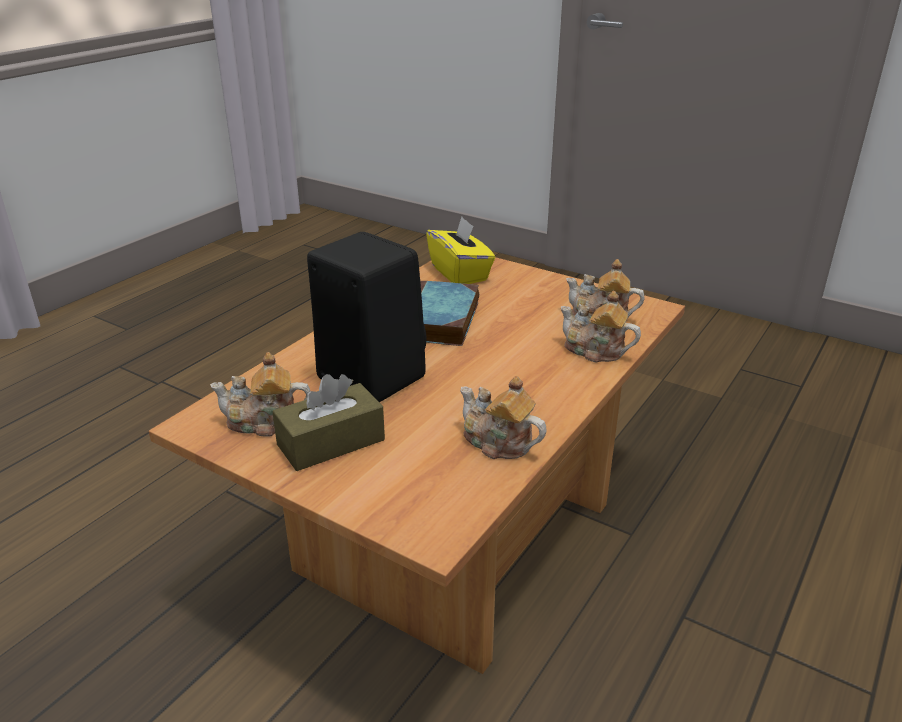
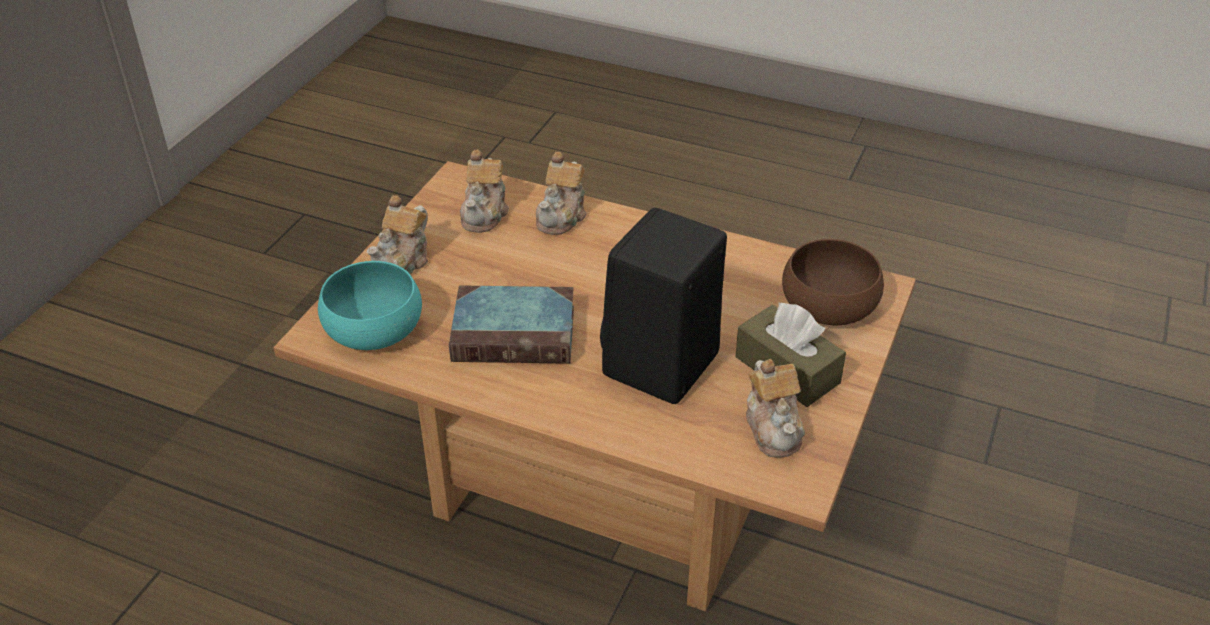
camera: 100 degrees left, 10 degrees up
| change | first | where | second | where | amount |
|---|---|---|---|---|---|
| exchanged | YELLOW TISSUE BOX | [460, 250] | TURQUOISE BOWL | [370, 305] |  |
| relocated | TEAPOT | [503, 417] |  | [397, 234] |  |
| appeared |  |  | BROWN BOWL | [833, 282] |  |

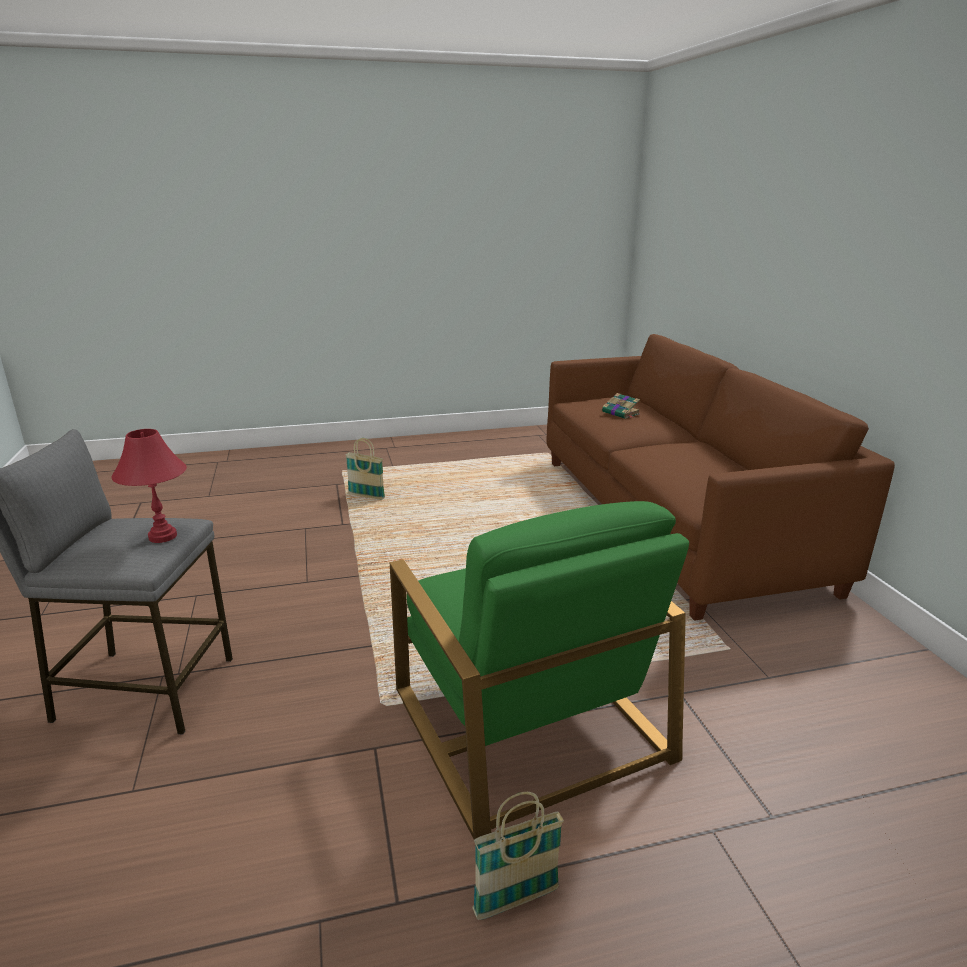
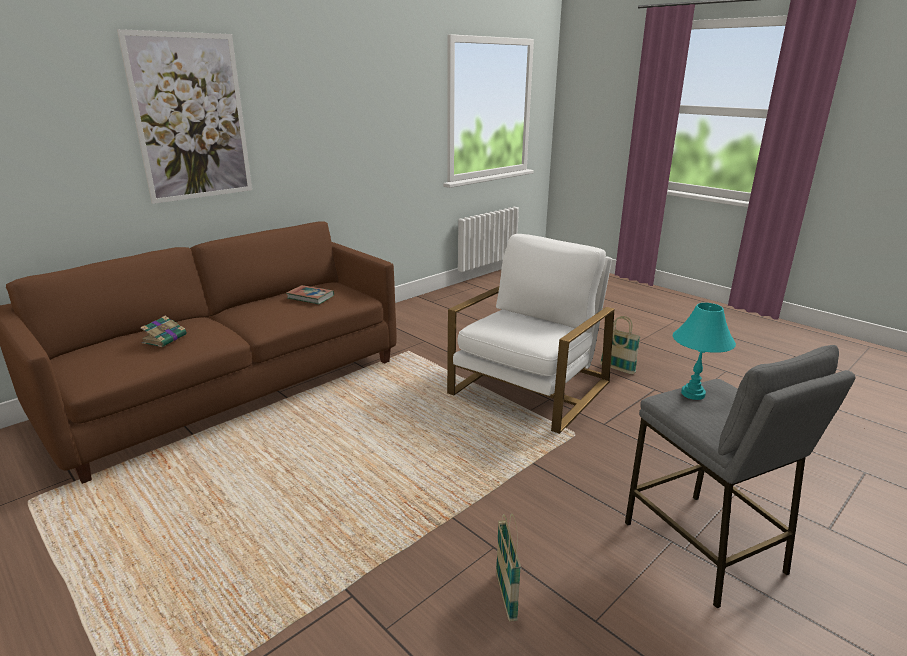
camera: 120 degrees left, 0 degrees up
| change | first | where | second | where | amount |
|---|---|---|---|---|---|
| colour | RED TABLE LAMP | [149, 486] | TURQUOISE TABLE LAMP | [704, 351] |  |
| relocated | BASKET | [365, 469] |  | [508, 567] |  |
| colour | GREEN ARMCHAIR | [539, 670] | WHITE ARMCHAIR | [530, 334] |  |
| appeared |  |  | PICTURE | [184, 116] |  |
| appeared |  |  | BOOK | [310, 294] |  |

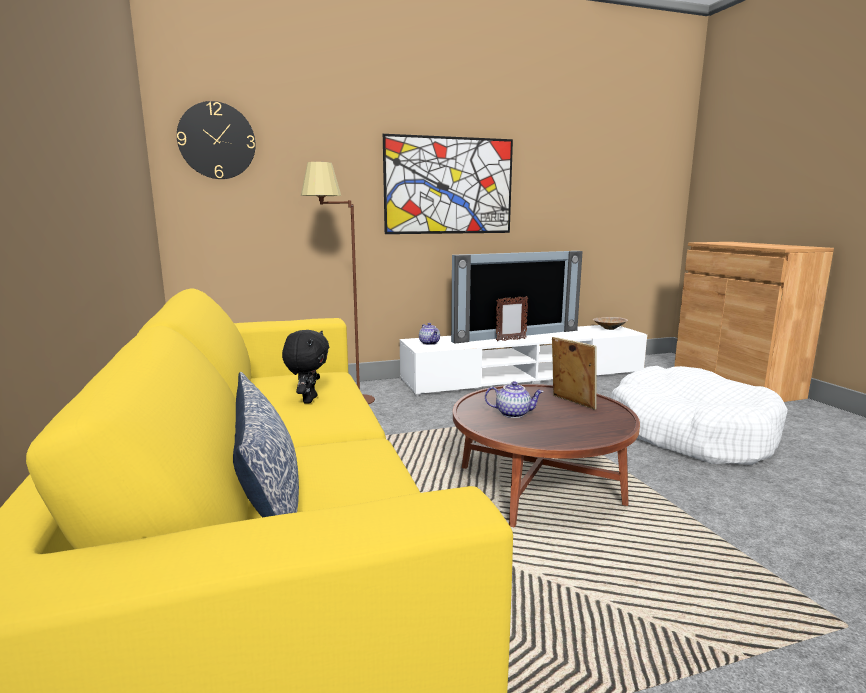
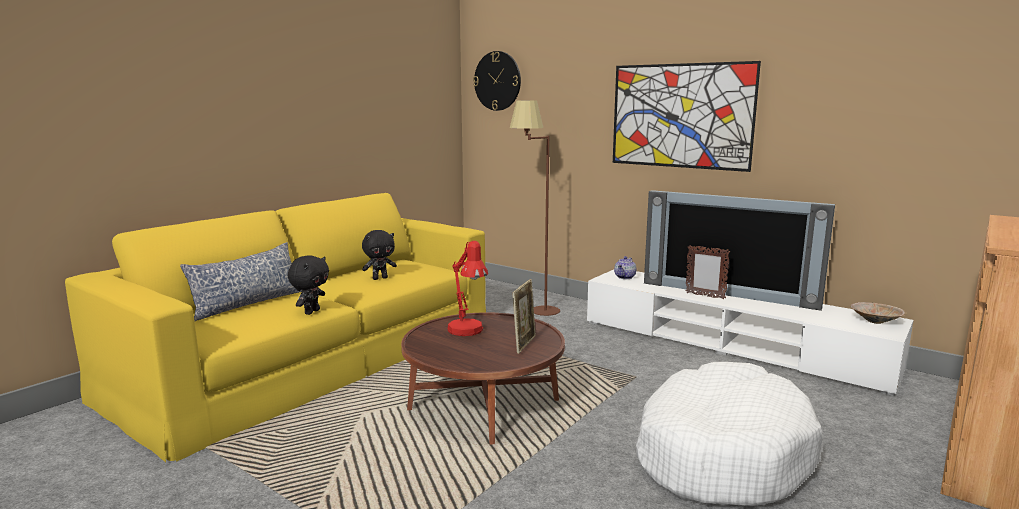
camera: 55 degrees right, 0 degrees up
| change | first | where | second | where | amount |
|---|---|---|---|---|---|
| exchanged | TEAPOT | [514, 399] | RED TABLE LAMP | [467, 288] |  |
| appeared |  |  | BLACK PLUSH TOY | [308, 285] |  |

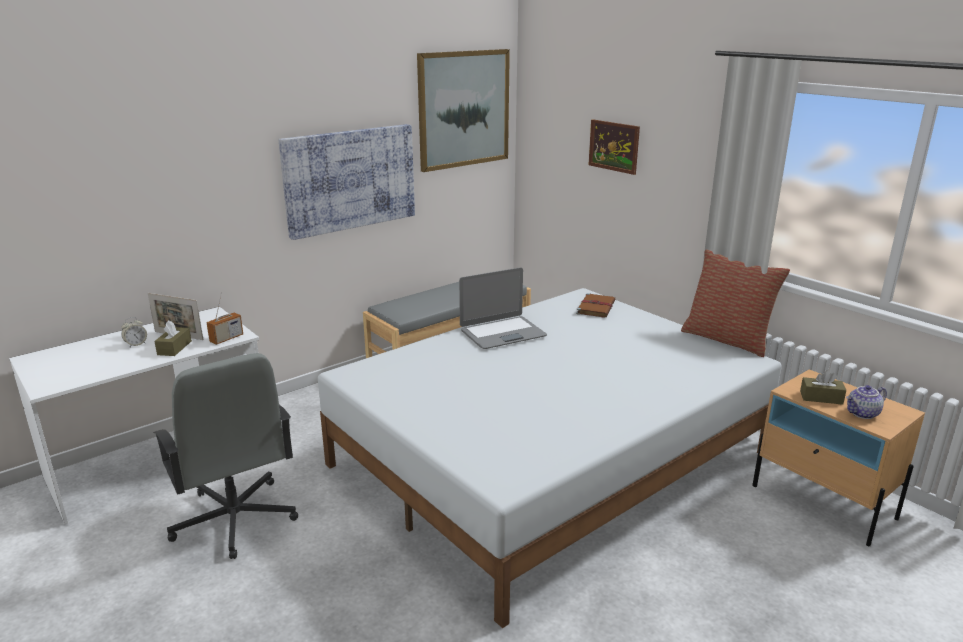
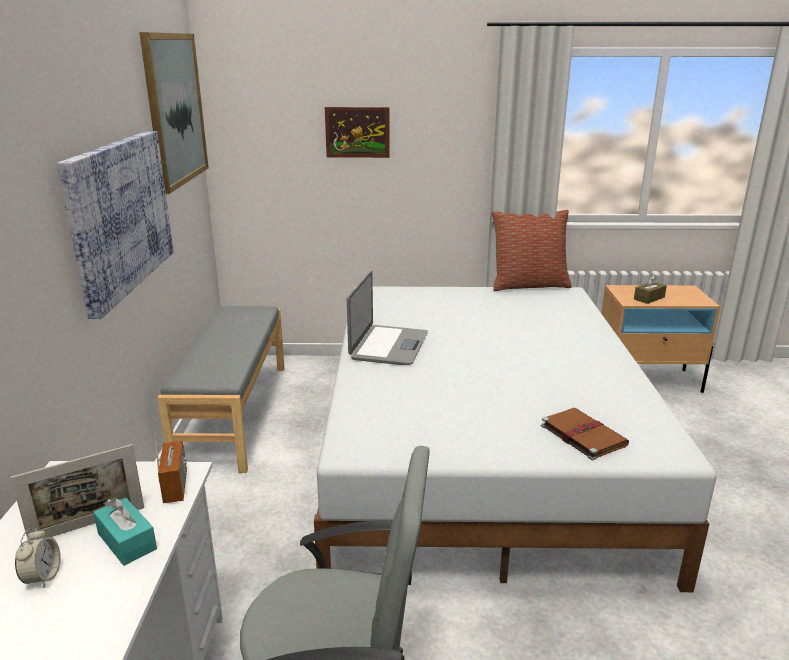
camera: 50 degrees left, 0 degrees up
| change | first | where | second | where | amount |
|---|---|---|---|---|---|
| colour | BROWN TISSUE BOX | [173, 338] | TURQUOISE TISSUE BOX | [125, 531] |  |
| relocated | BROWN BOOK | [596, 305] |  | [585, 434] |  |
| missing | TEAPOT | [866, 402] |  |  |  |

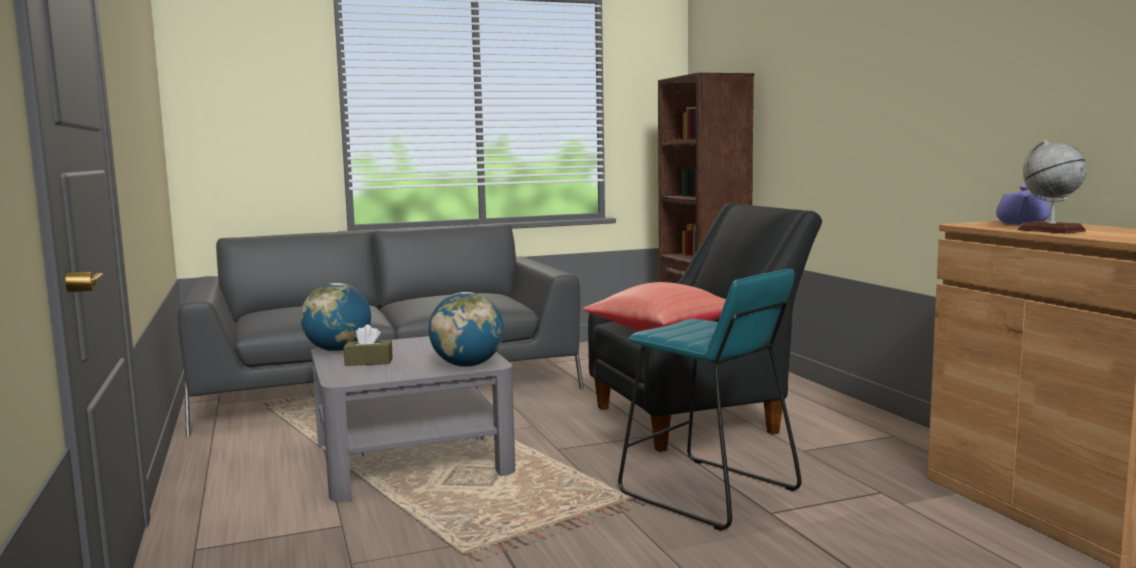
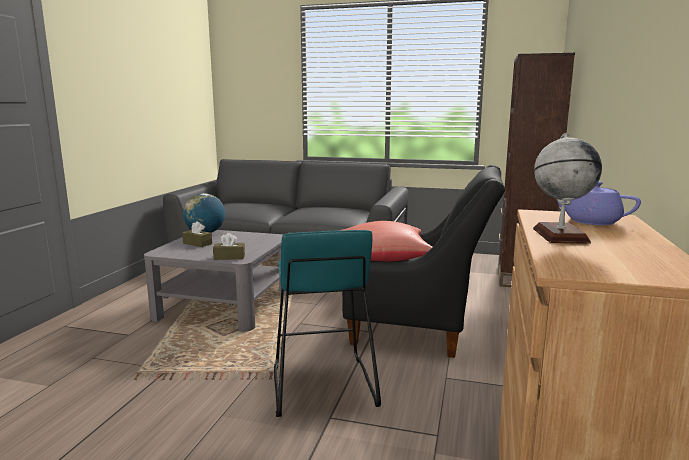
camera: 35 degrees right, 5 degrees up
| change | first | where | second | where | amount |
|---|---|---|---|---|---|
| exchanged | GLOBE | [466, 329] | BROWN TISSUE BOX | [229, 246] |  |
| spun | PURPLE TEAPOT | [1023, 205] |  | [599, 203] | 60 degrees clockwise |

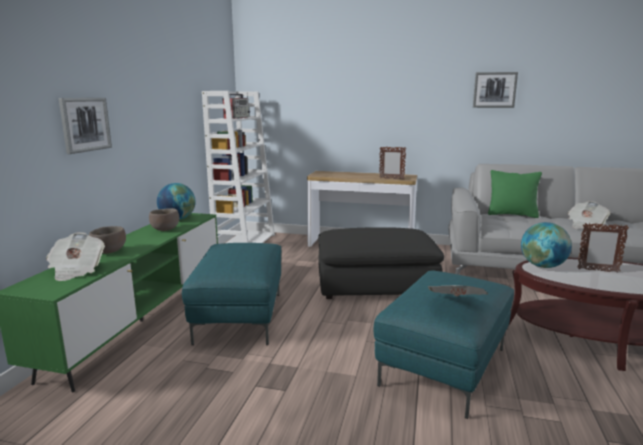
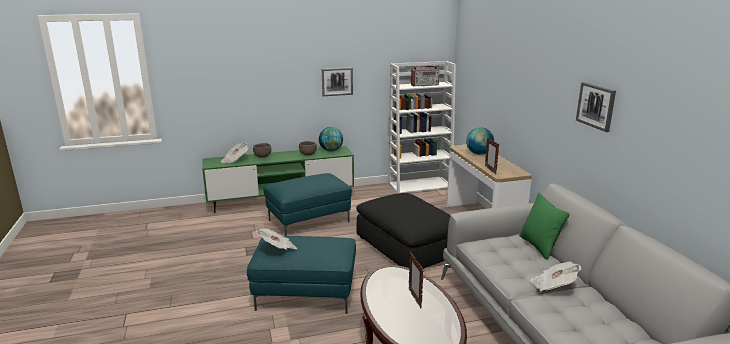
camera: 60 degrees right, 5 degrees up
| change | first | where | second | where | amount |
|---|---|---|---|---|---|
| relocated | PICTURE | [85, 126] |  | [337, 81] |  |
| relocated | GLOBE | [546, 245] |  | [480, 141] |  |

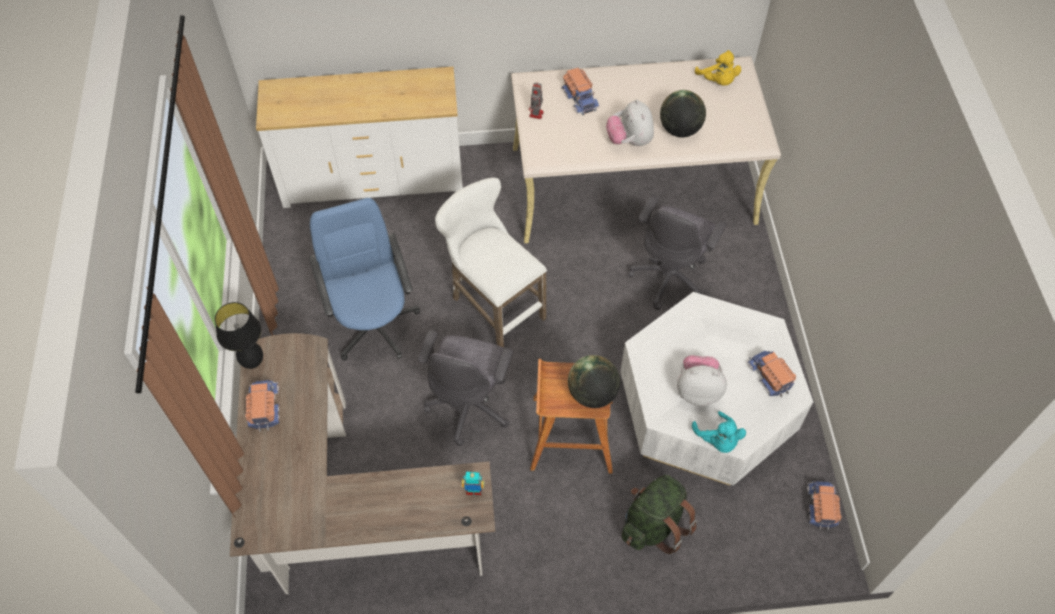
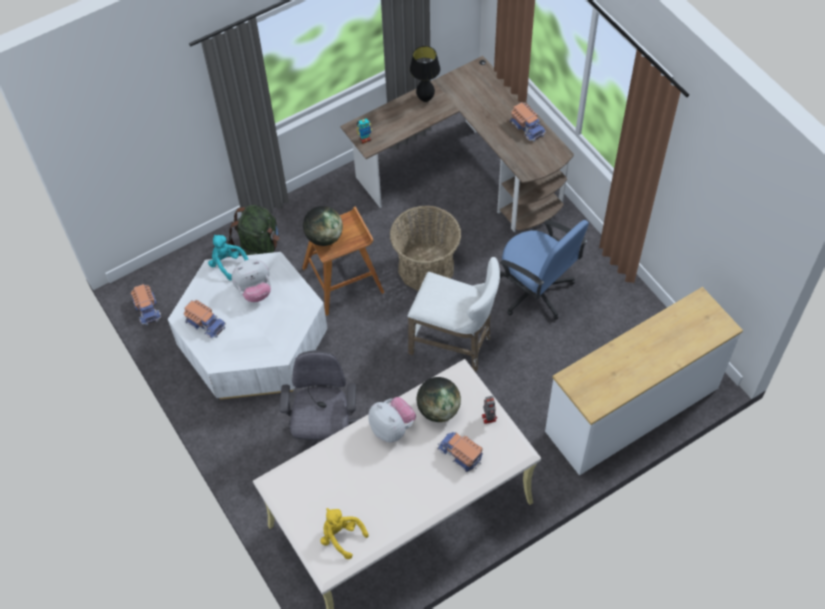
camera: 155 degrees right, 0 degrees up
| change | first | where | second | where | amount |
|---|---|---|---|---|---|
| relocated | BLACK TABLE LAMP | [239, 335] |  | [425, 74] |  |
| exchanged | GREY OFFICE CHAIR | [465, 388] | BASKET | [425, 248] |  |
| relocated | GLOBE | [683, 113] |  | [439, 399] |  |

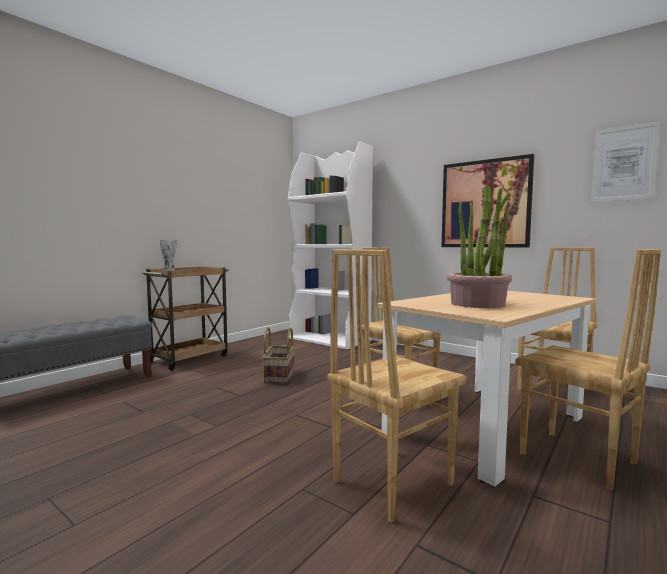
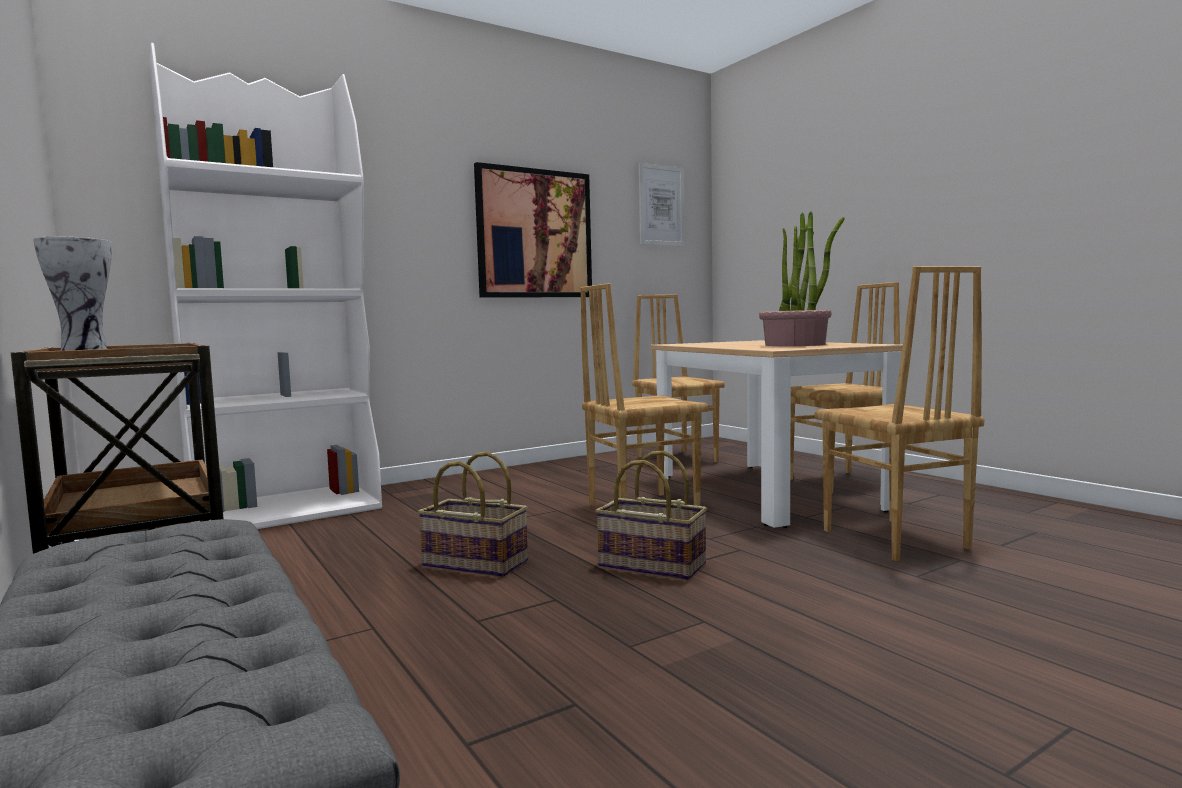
camera: 70 degrees left, 0 degrees up
| change | first | where | second | where | amount |
|---|---|---|---|---|---|
| appeared |  |  | BASKET | [651, 515] |  |

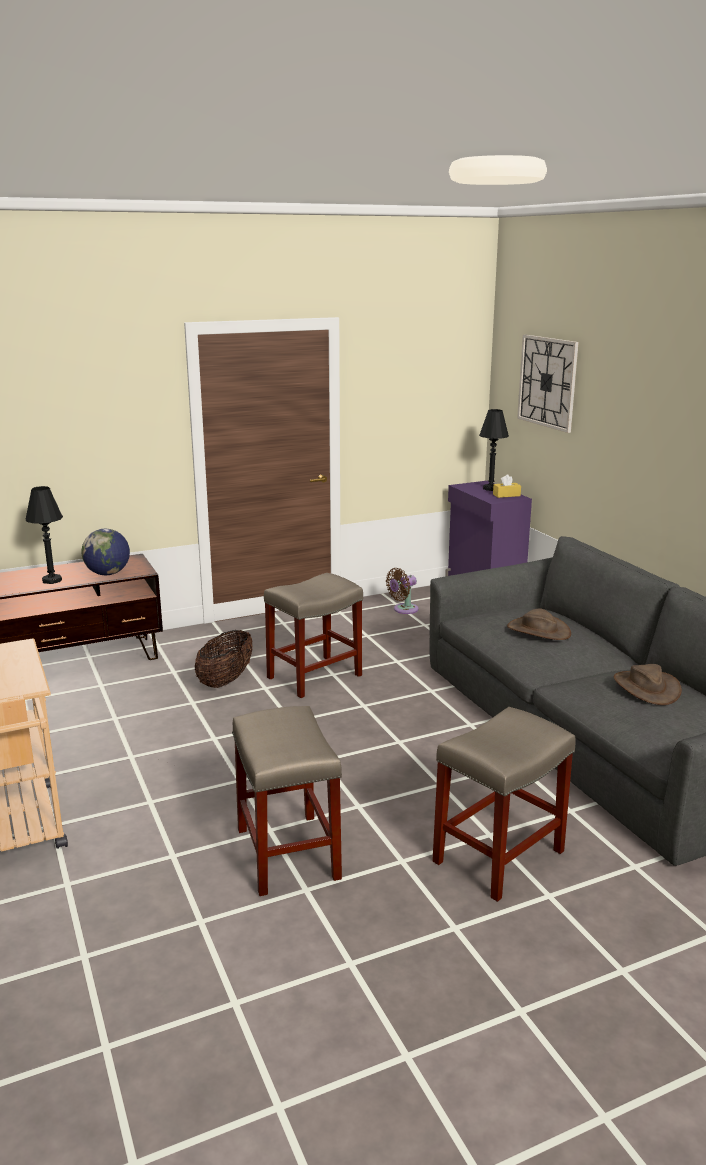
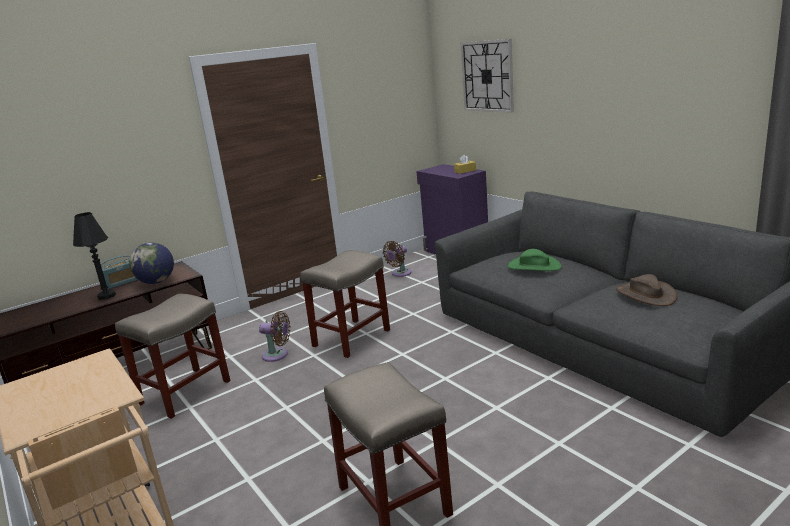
camera: 10 degrees left, 0 degrees up
| change | first | where | second | where | amount |
|---|---|---|---|---|---|
| exchanged | BASKET | [224, 659] | BROWN FAN | [274, 336] |  |
| relocated | BEIGE STOOL | [504, 804] |  | [172, 356] |  |
| missing | BLACK TABLE LAMP | [494, 450] |  |  |  |
| colour | BROWN HAT | [539, 624] | GREEN HAT | [534, 260] |  |
| appeared |  |  | RADIO | [119, 272] |  |

